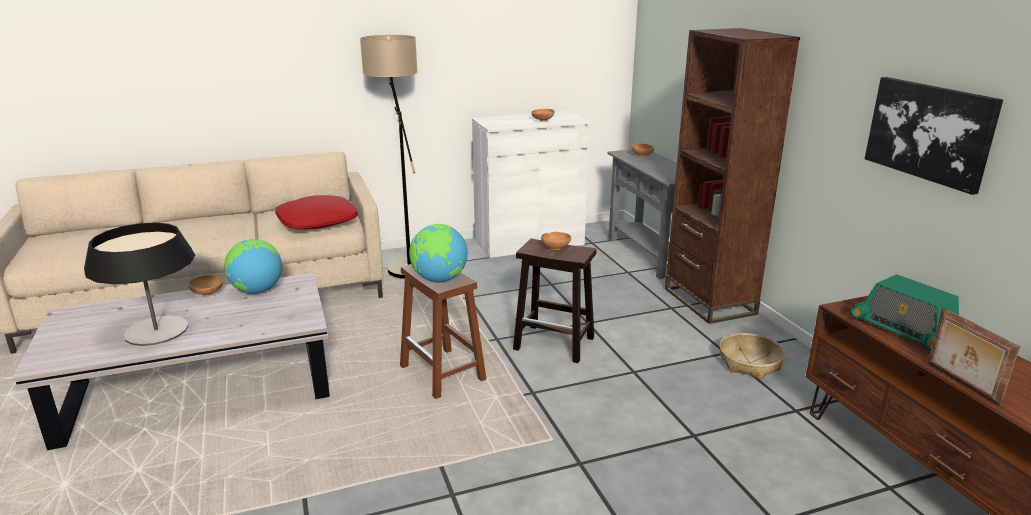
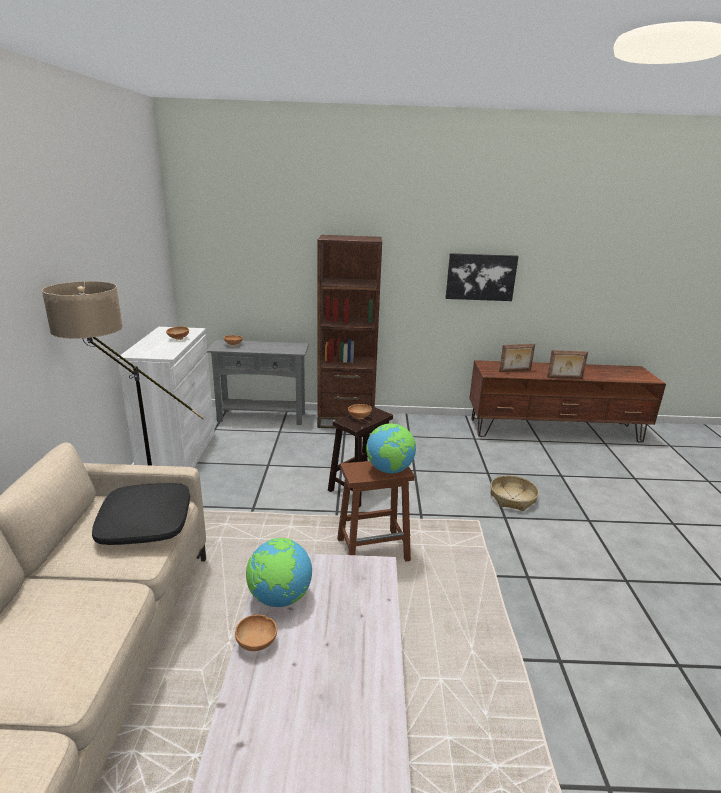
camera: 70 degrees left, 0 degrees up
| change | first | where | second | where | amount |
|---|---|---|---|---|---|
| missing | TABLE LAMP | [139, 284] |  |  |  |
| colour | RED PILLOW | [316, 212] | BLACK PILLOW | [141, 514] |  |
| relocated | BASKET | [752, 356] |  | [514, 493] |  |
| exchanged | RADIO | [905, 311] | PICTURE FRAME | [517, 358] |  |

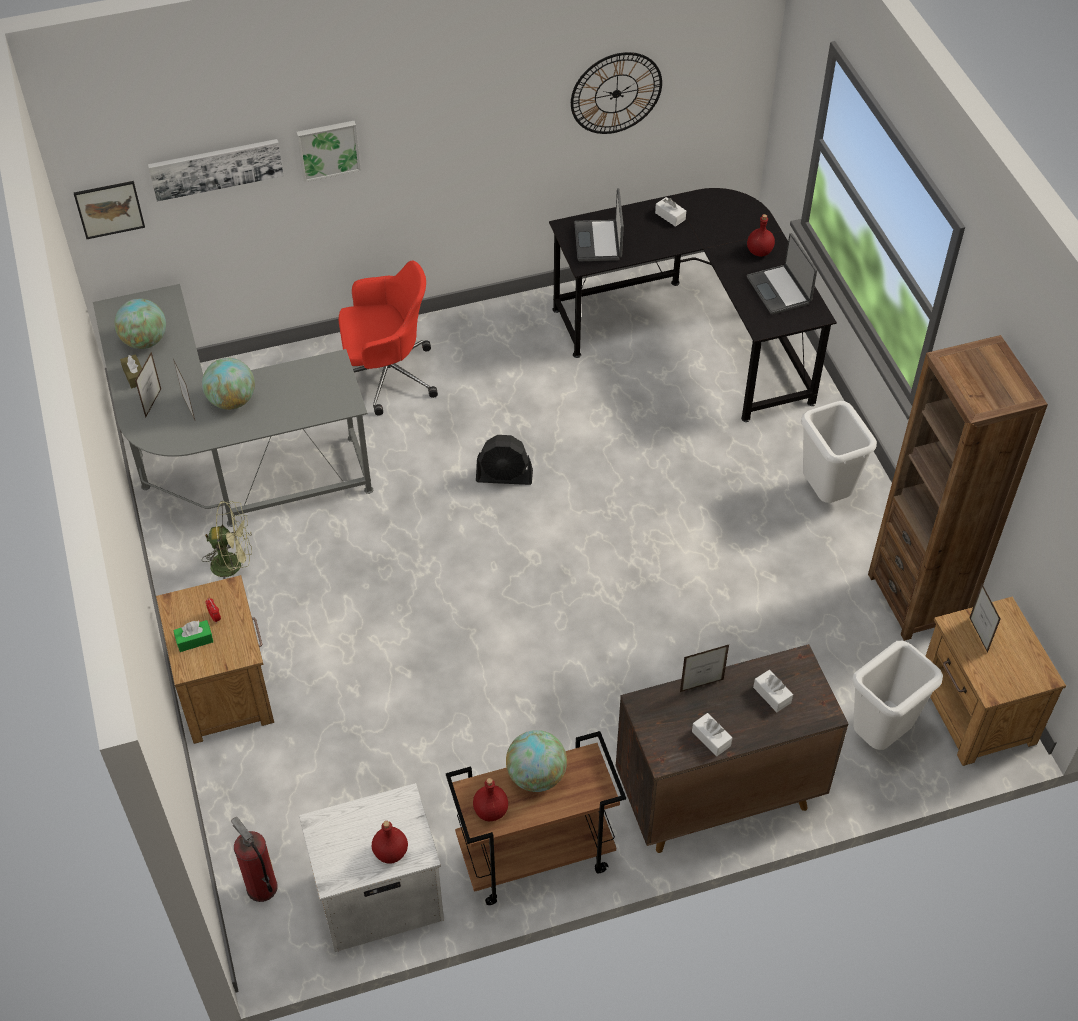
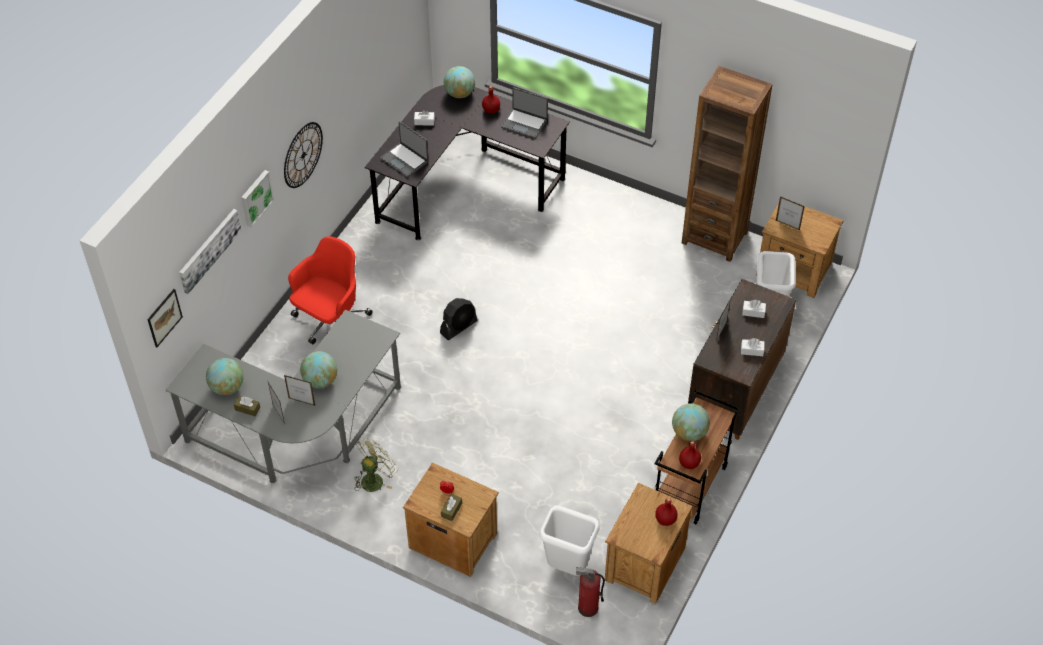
camera: 45 degrees left, 0 degrees up
| change | first | where | second | where | amount |
|---|---|---|---|---|---|
| colour | GREEN TISSUE BOX | [193, 636] | BROWN TISSUE BOX | [451, 507] |  |
| colour | WHITE NIGHTSTAND | [371, 867] | BROWN NIGHTSTAND | [649, 543] |  |
| relocated | WALL CLOCK | [616, 93] |  | [303, 155] |  |
| relocated | WHITE TRASH CAN | [839, 452] |  | [569, 540] |  |
| appeared |  |  | GLOBE | [459, 82] |  |

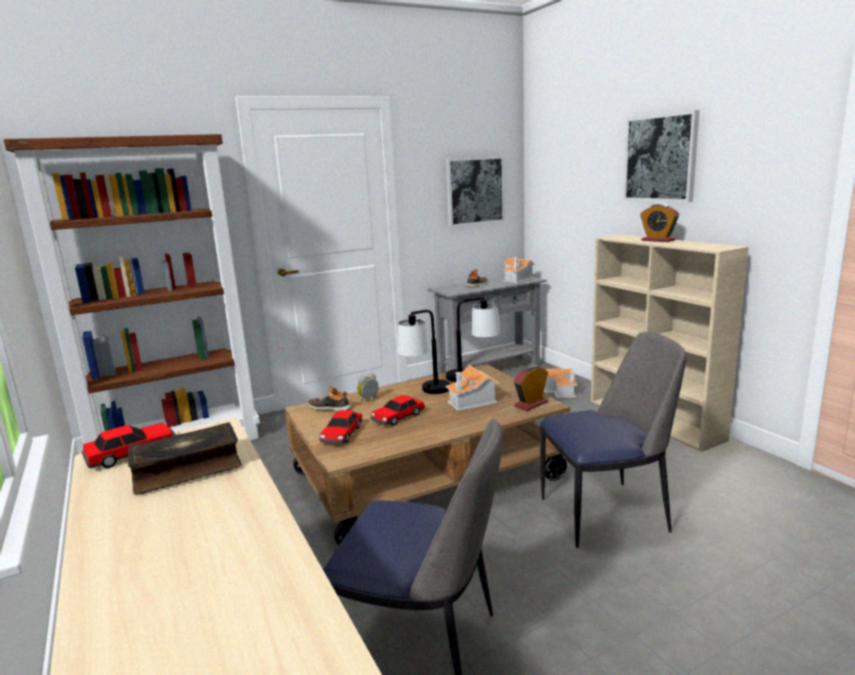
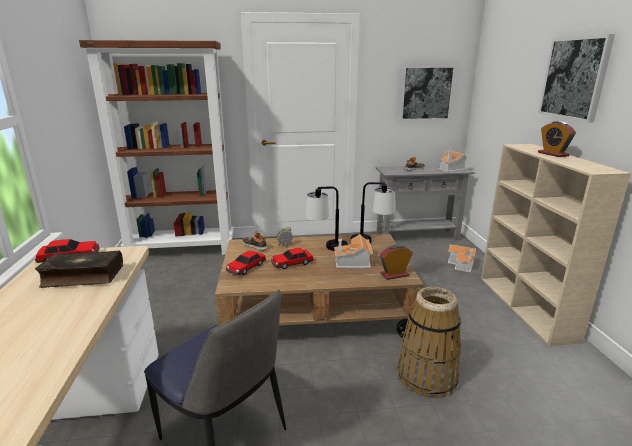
camera: 20 degrees right, 5 degrees up
| change | first | where | second | where | amount |
|---|---|---|---|---|---|
| exchanged | CHAIR | [613, 440] | BASKET | [429, 343] |  |

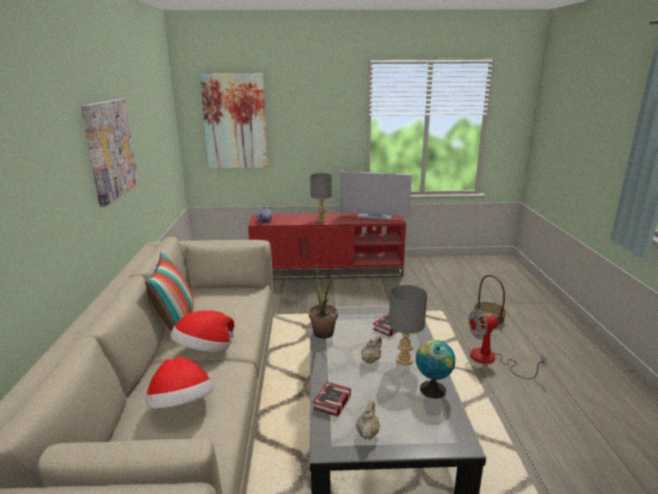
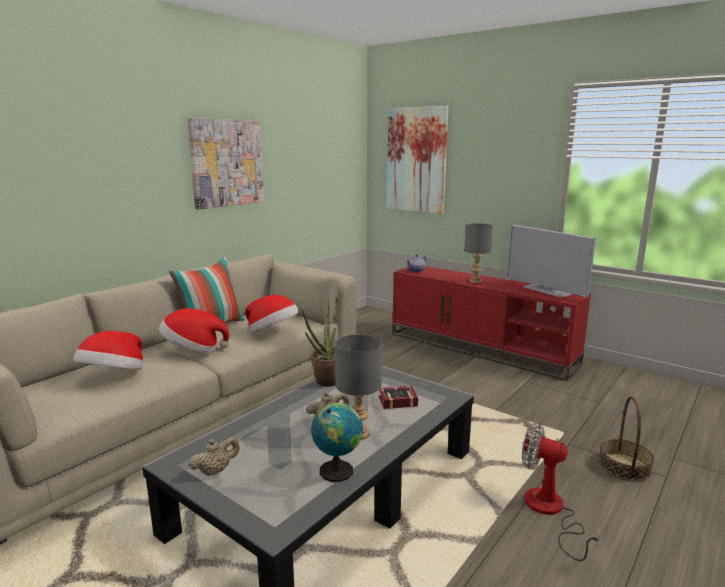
camera: 40 degrees right, 5 degrees down
| change | first | where | second | where | amount |
|---|---|---|---|---|---|
| missing | BOOK | [332, 399] |  |  |  |
| appeared |  |  | HAT | [272, 314] |  |

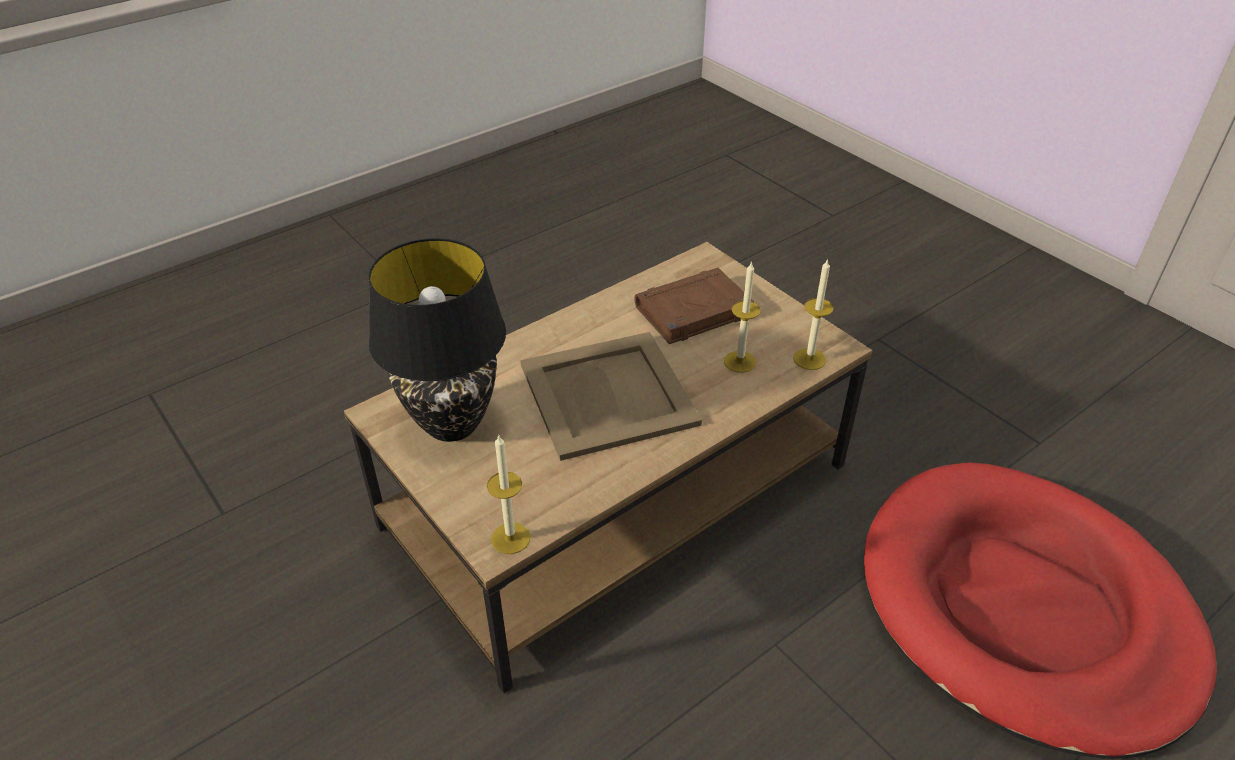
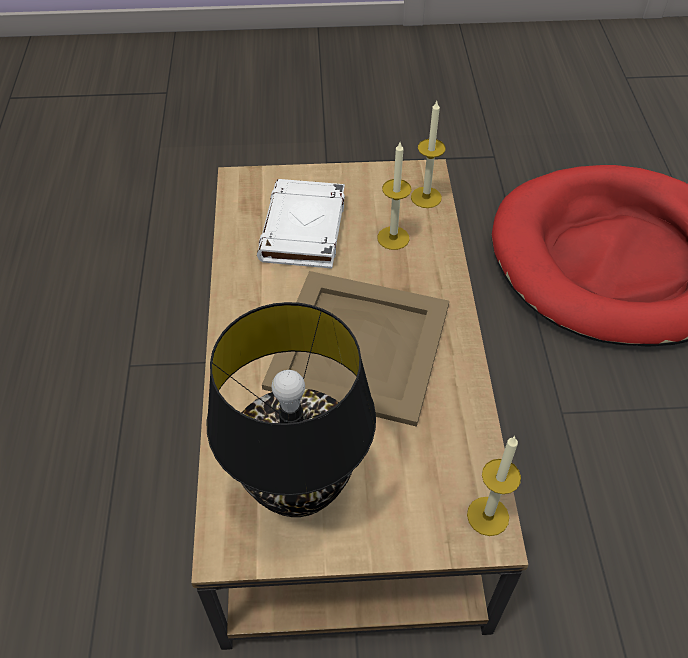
camera: 55 degrees left, 10 degrees up
| change | first | where | second | where | amount |
|---|---|---|---|---|---|
| colour | BROWN BOOK | [694, 306] | WHITE BOOK | [301, 224] |  |

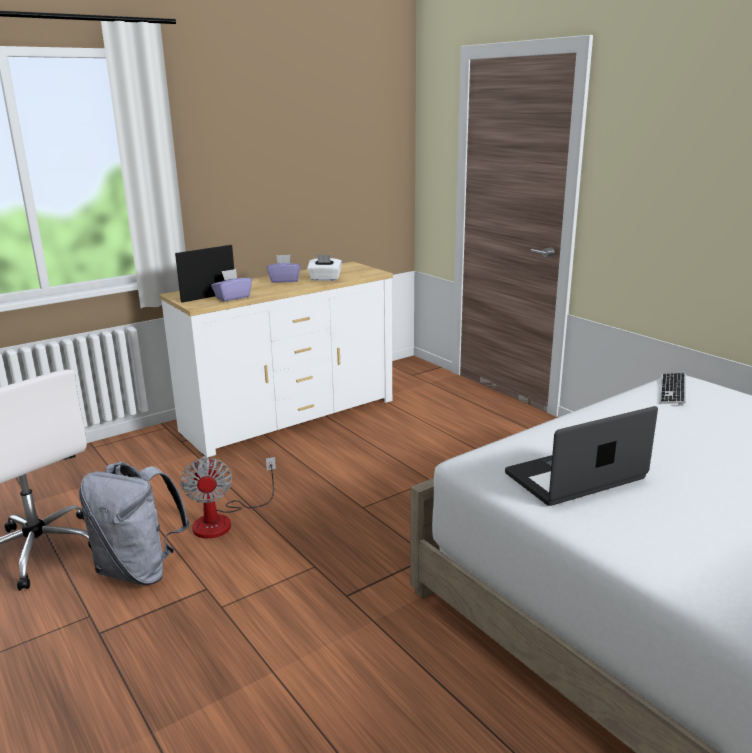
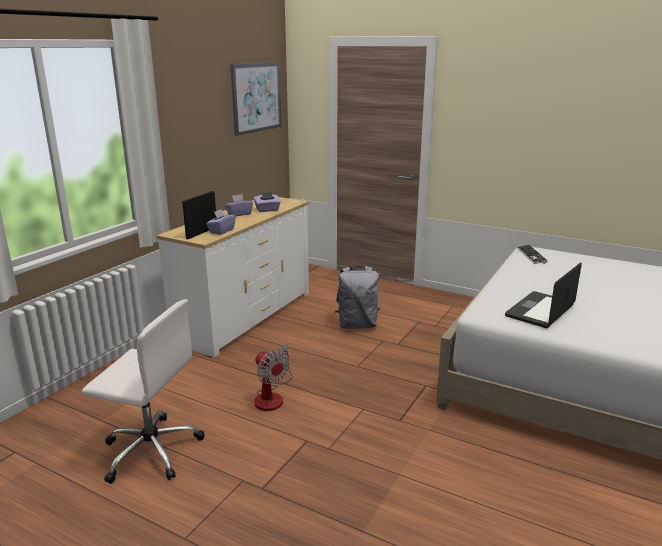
camera: 25 degrees left, 0 degrees up
| change | first | where | second | where | amount |
|---|---|---|---|---|---|
| relocated | GREY BACKPACK | [134, 523] |  | [357, 297] |  |
| colour | WHITE TISSUE BOX | [324, 268] | PURPLE TISSUE BOX | [267, 202] |  |
| appeared |  |  | PICTURE | [256, 99] |  |

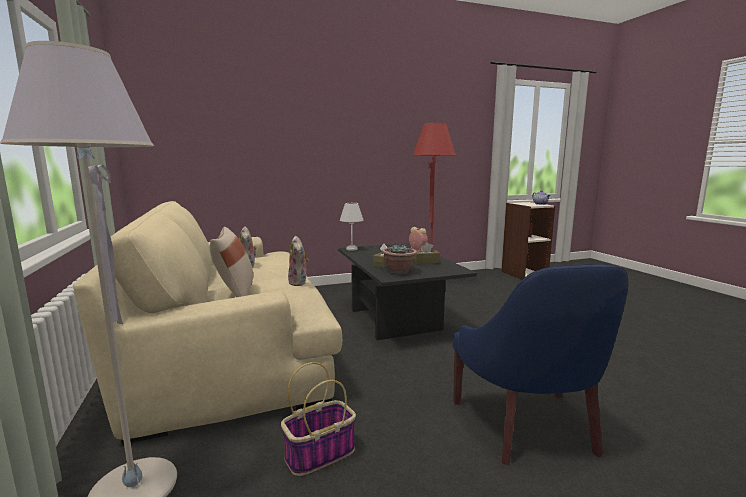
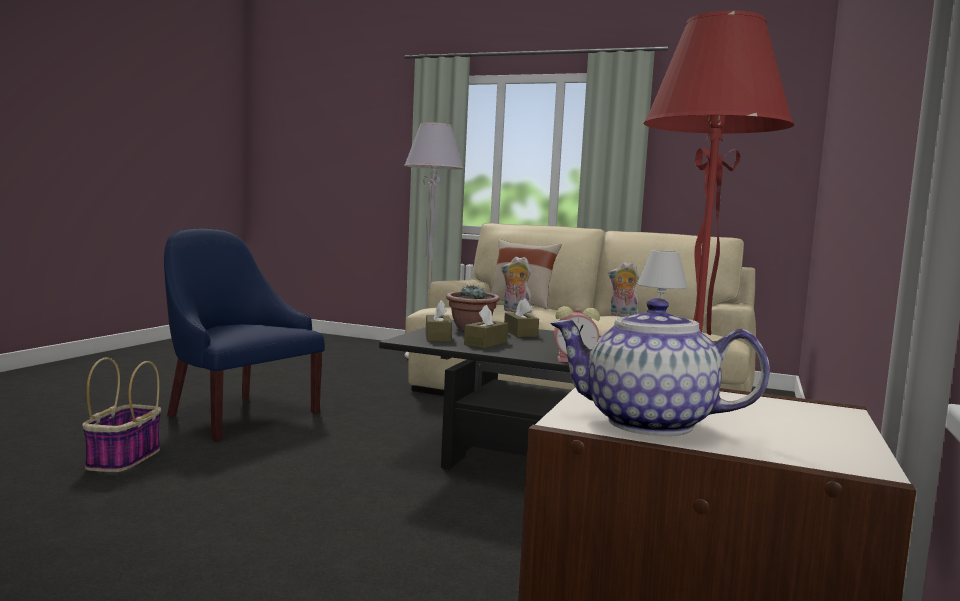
camera: 130 degrees right, 5 degrees down
| change | first | where | second | where | amount |
|---|---|---|---|---|---|
| relocated | BASKET | [318, 419] |  | [121, 414] |  |
| appeared |  |  | BROWN TISSUE BOX | [438, 321] |  |

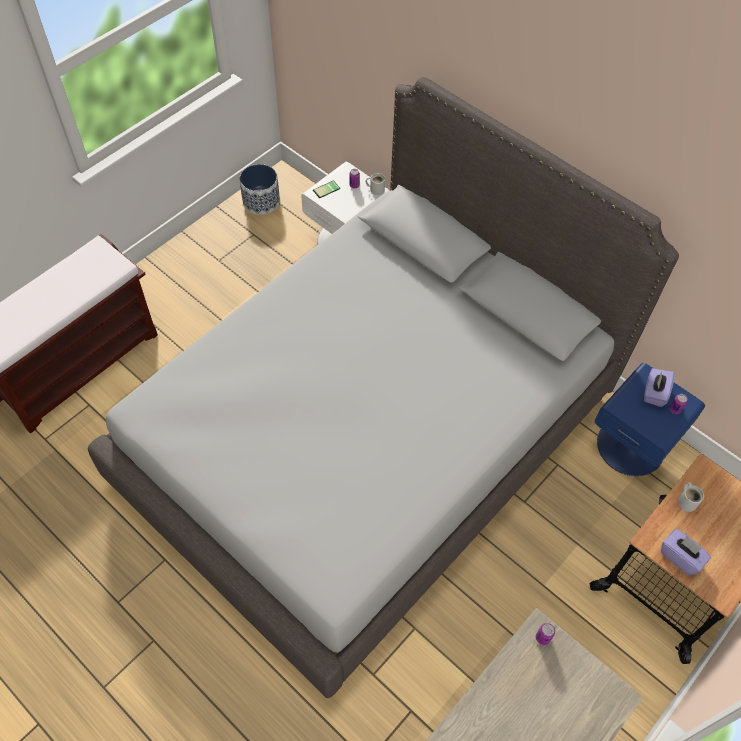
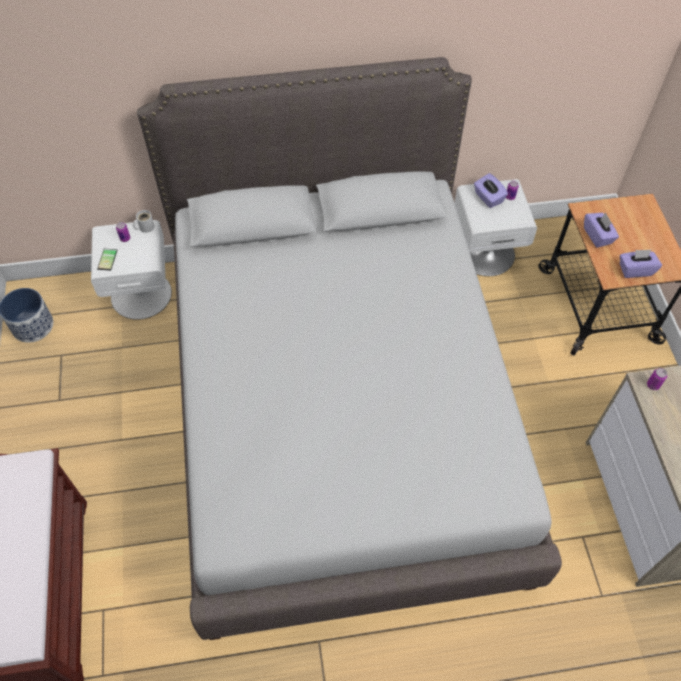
camera: 50 degrees left, 0 degrees up
| change | first | where | second | where | amount |
|---|---|---|---|---|---|
| colour | BLUE NIGHTSTAND | [650, 419] | WHITE NIGHTSTAND | [495, 227] |  |
| exchanged | WHITE MUG | [691, 497] | PURPLE TISSUE BOX | [601, 230] |  |

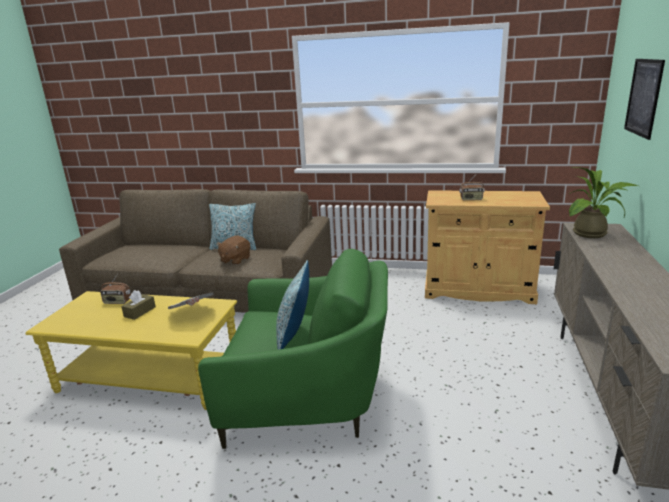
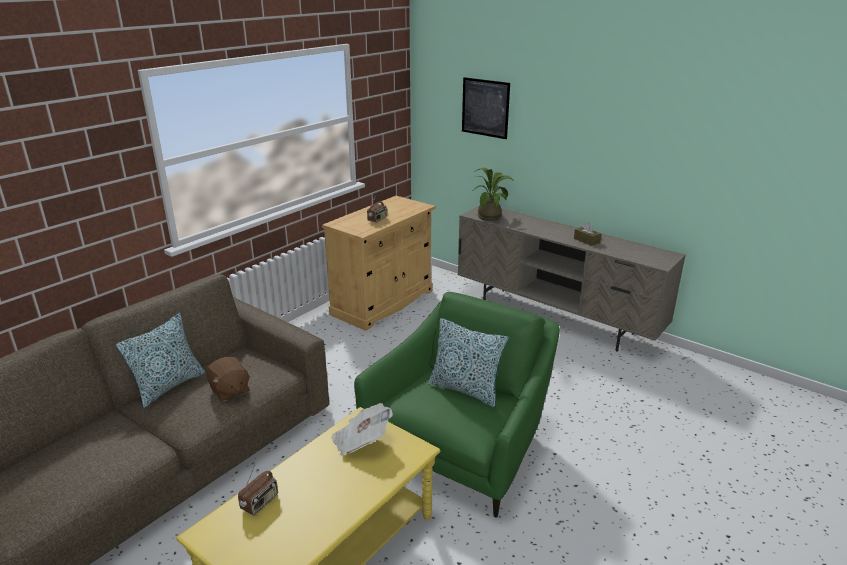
camera: 65 degrees left, 5 degrees up
| change | first | where | second | where | amount |
|---|---|---|---|---|---|
| relocated | BROWN TISSUE BOX | [138, 305] |  | [587, 234] |  |

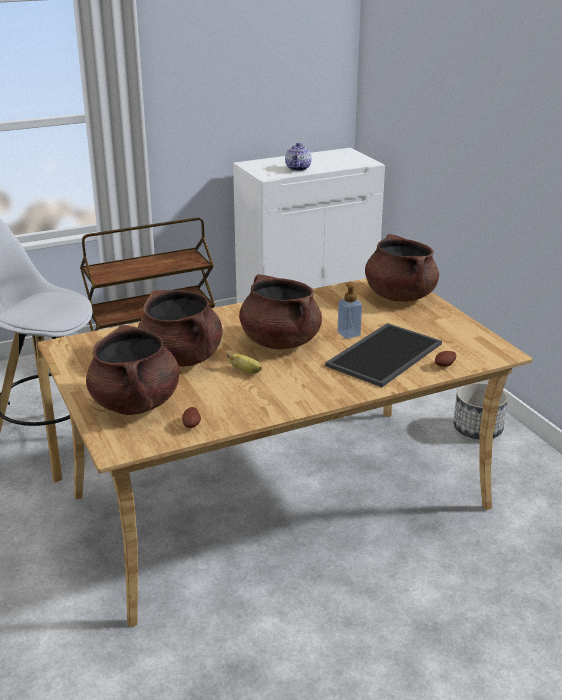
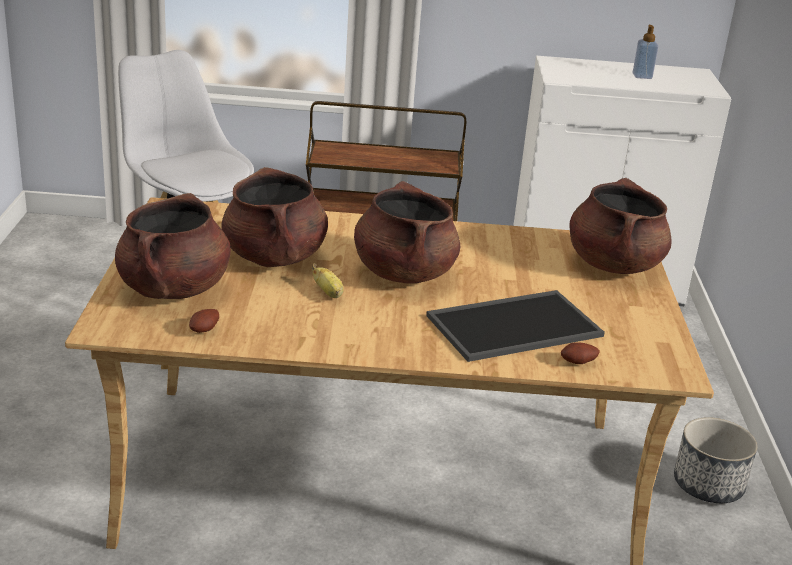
camera: 25 degrees right, 0 degrees up
| change | first | where | second | where | amount |
|---|---|---|---|---|---|
| missing | TEAPOT | [298, 157] |  |  |  |
| relocated | SOAP DISPENSER | [349, 311] |  | [645, 52] |  |

